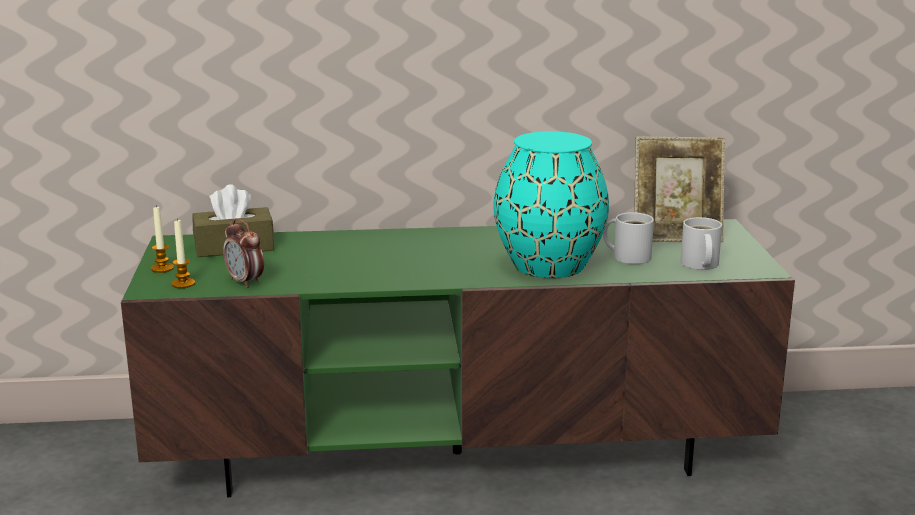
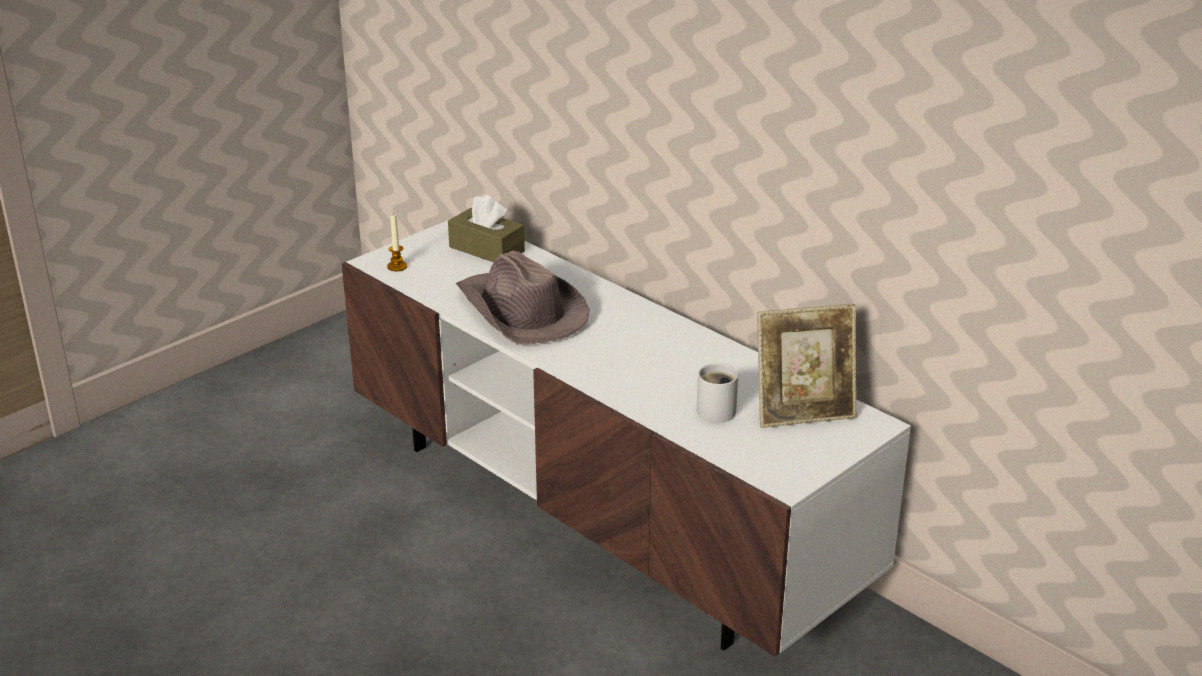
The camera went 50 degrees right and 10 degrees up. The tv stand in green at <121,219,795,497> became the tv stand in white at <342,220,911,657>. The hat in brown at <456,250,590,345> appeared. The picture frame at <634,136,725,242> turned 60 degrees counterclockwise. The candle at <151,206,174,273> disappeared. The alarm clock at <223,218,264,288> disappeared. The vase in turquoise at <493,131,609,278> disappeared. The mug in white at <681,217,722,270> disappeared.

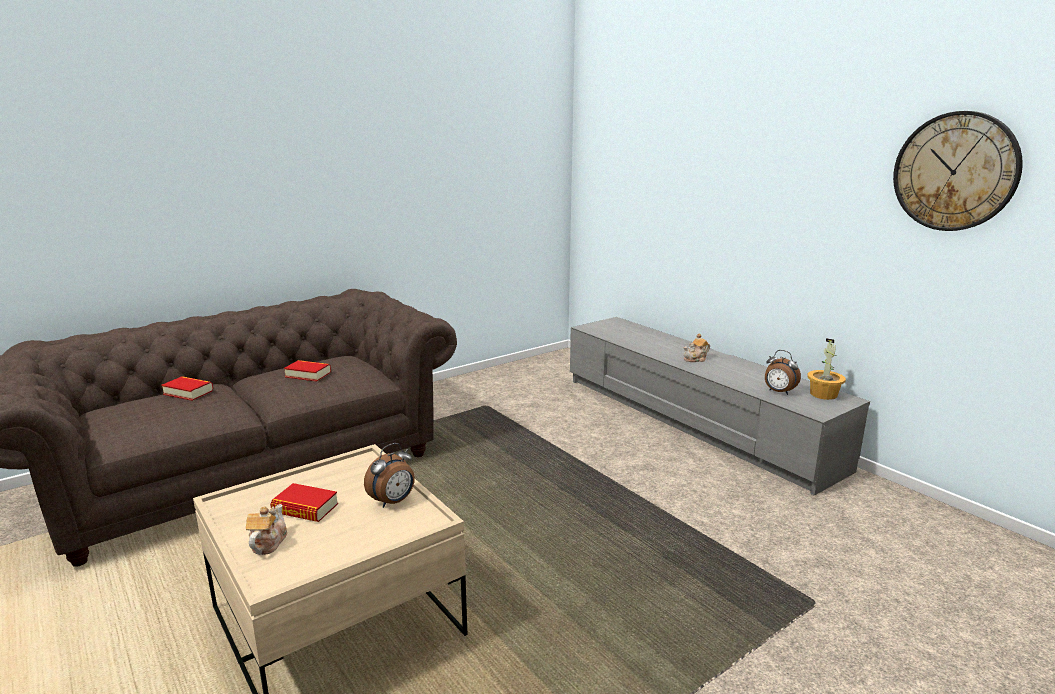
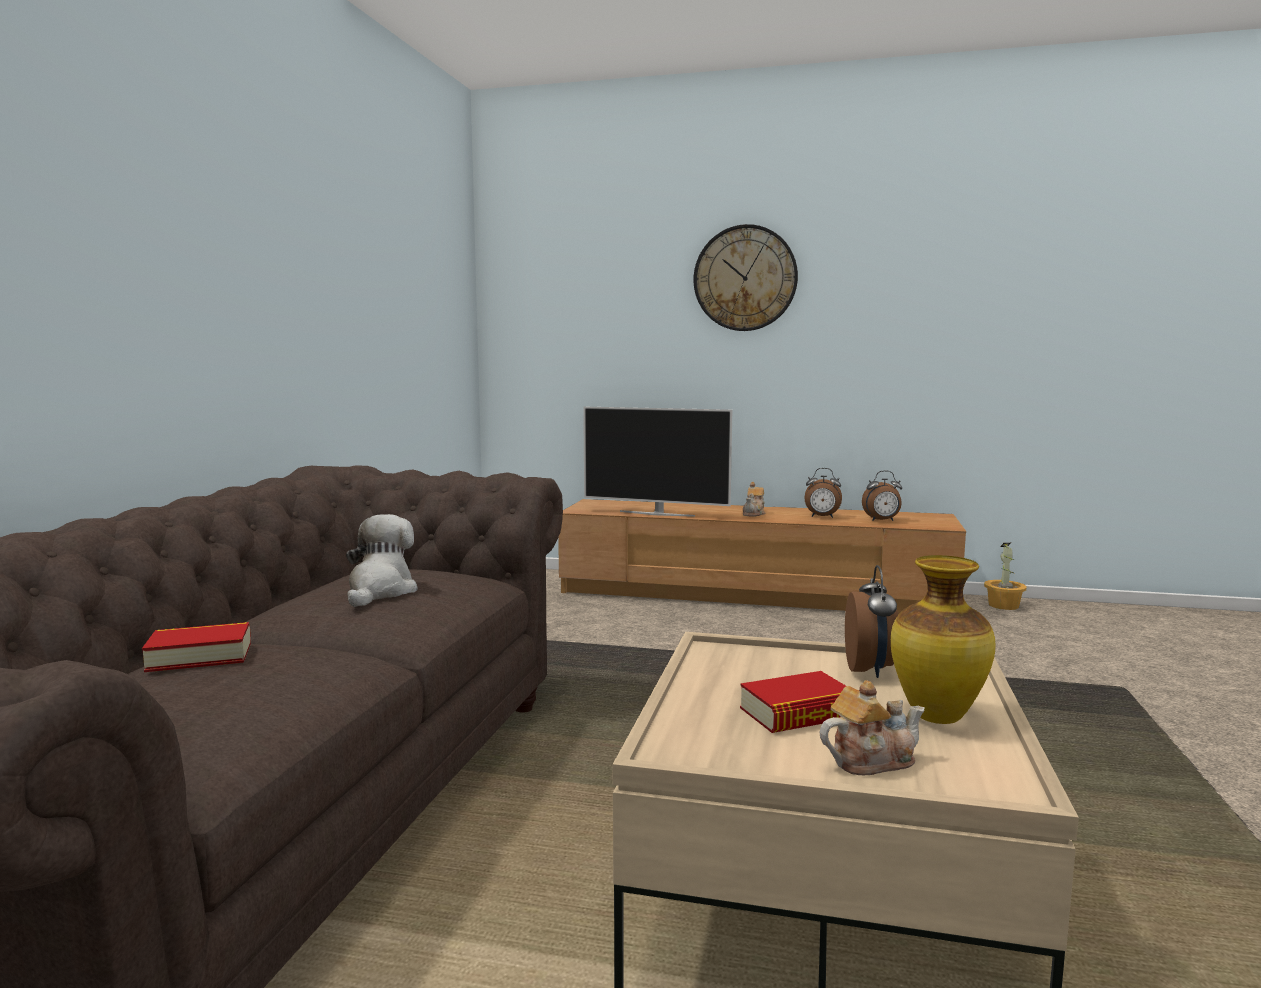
The camera went 40 degrees left and 10 degrees down. The book at <284,360,331,382> was replaced by the plush toy at <346,514,418,607>. The tv stand in grey at <570,317,870,496> became the tv stand in brown at <558,499,966,613>. The television at <583,407,732,517> appeared. The wall clock moved from <893,111,1023,231> to <694,224,798,331>. The alarm clock at <804,468,842,518> appeared. The teapot at <246,504,287,555> turned 105 degrees clockwise. The vase at <891,555,996,724> appeared. The potted plant moved from <807,338,846,400> to <984,543,1027,610>.

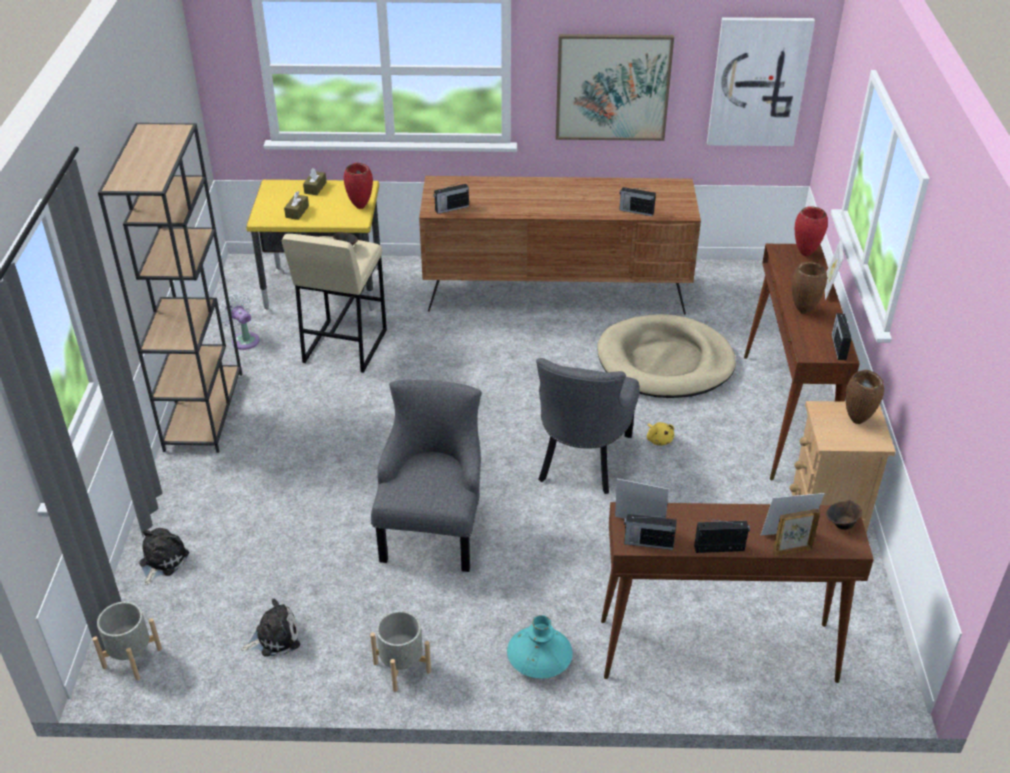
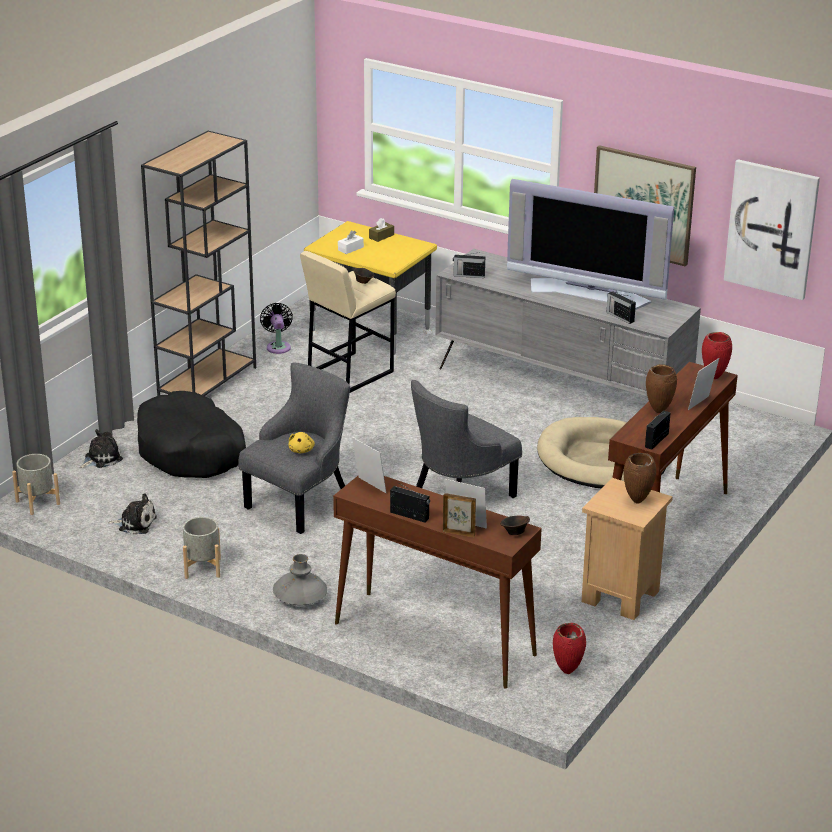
The camera went 30 degrees right and 10 degrees down. The dog bed in black at <137,391,246,478> appeared. The fan in white at <219,293,259,350> became the fan in black at <260,303,293,354>. The vase in turquoise at <507,615,573,678> became the vase in grey at <273,554,327,606>. The plush toy in yellow moved from <647,422,674,446> to <288,432,315,453>. The tissue box in brown at <284,191,309,220> became the tissue box in white at <338,230,364,254>. The tv stand in brown at <419,176,701,315> became the tv stand in grey at <435,249,701,397>. The television at <507,179,674,310> appeared. The vase in red moved from <344,163,373,209> to <553,623,586,674>. The radio at <624,514,677,550> disappeared.

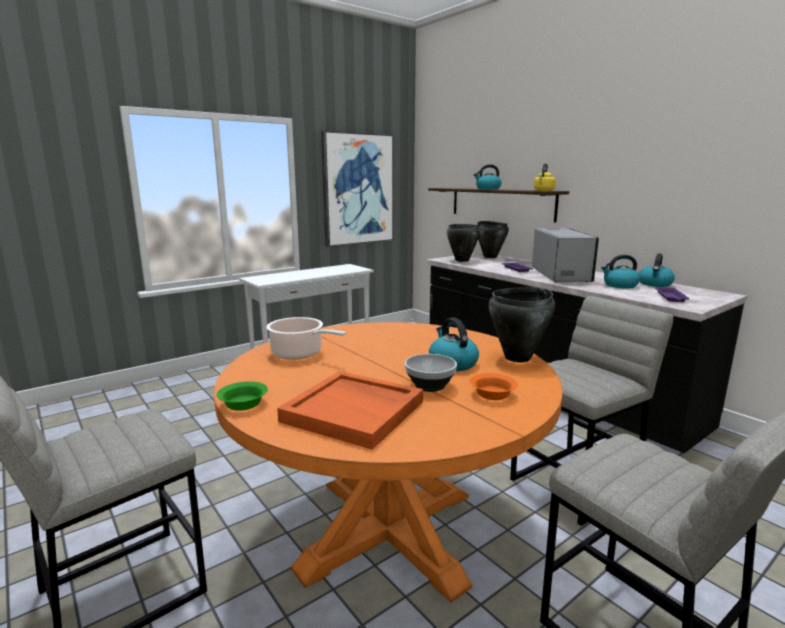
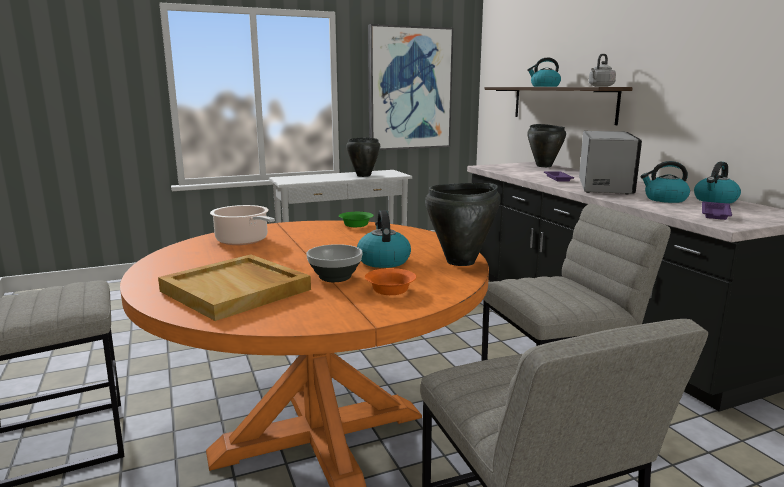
The camera went 15 degrees right and 0 degrees up. The tray in orange at <277,371,423,450> became the tray in beige at <158,254,311,321>. The bowl in green moved from <217,381,268,411> to <339,212,374,227>. The cooking pot in black moved from <447,224,480,262> to <346,137,380,177>. The kettle in yellow at <534,163,556,191> became the kettle in grey at <589,54,616,87>.

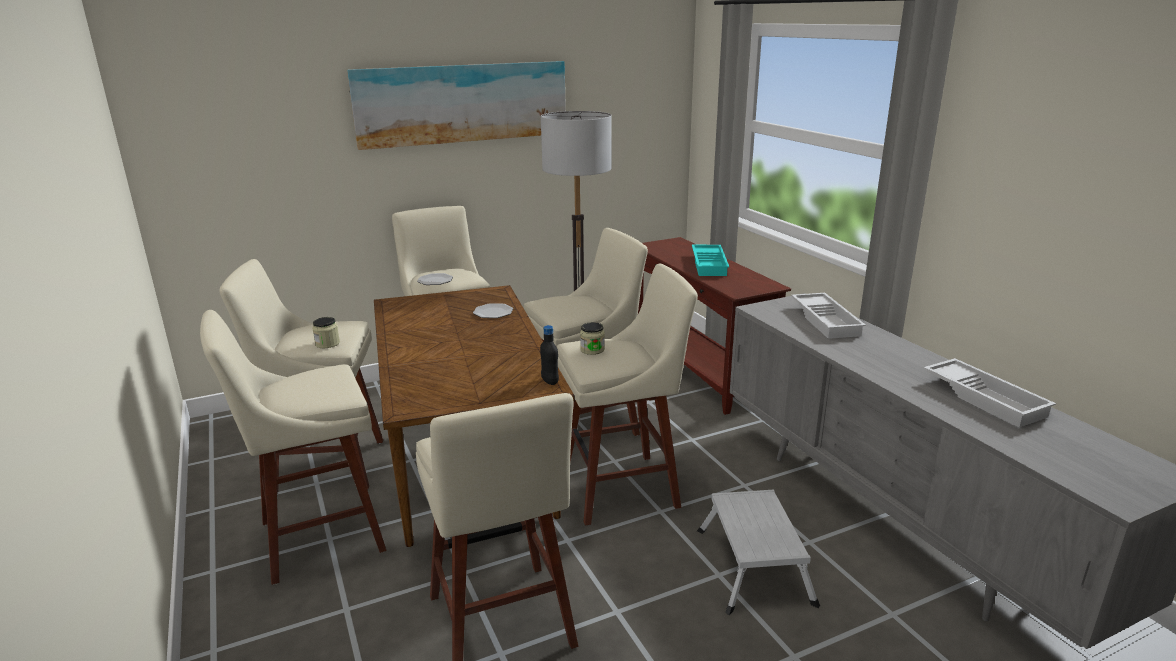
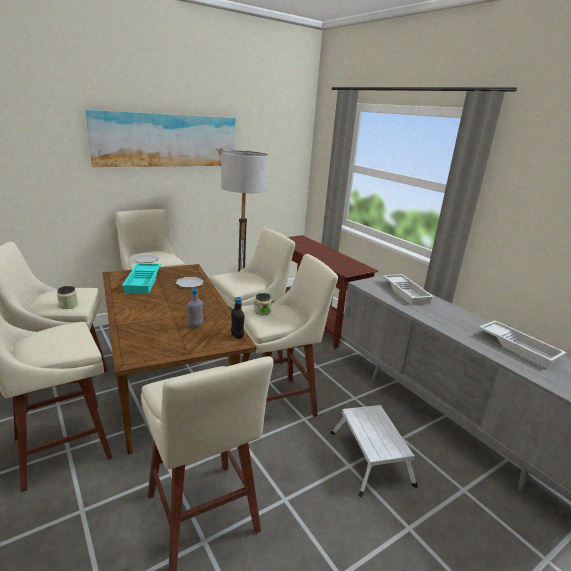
The camera went 10 degrees left and 0 degrees up. The tray in turquoise moved from <692,245,729,276> to <122,263,161,294>. The bottle in grey at <187,288,203,329> appeared.

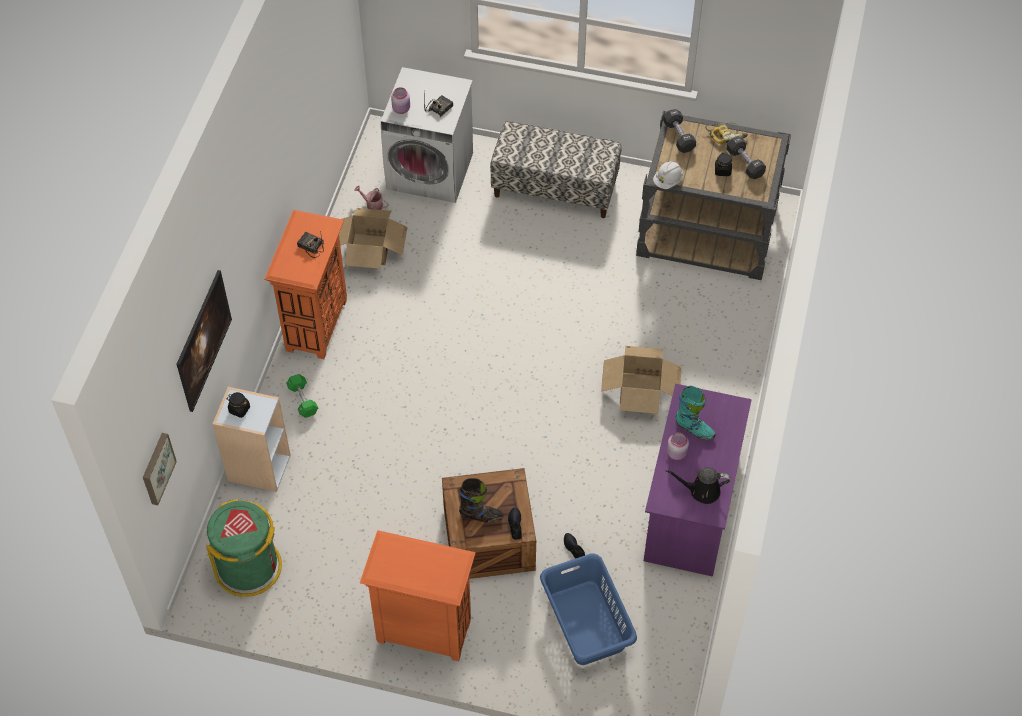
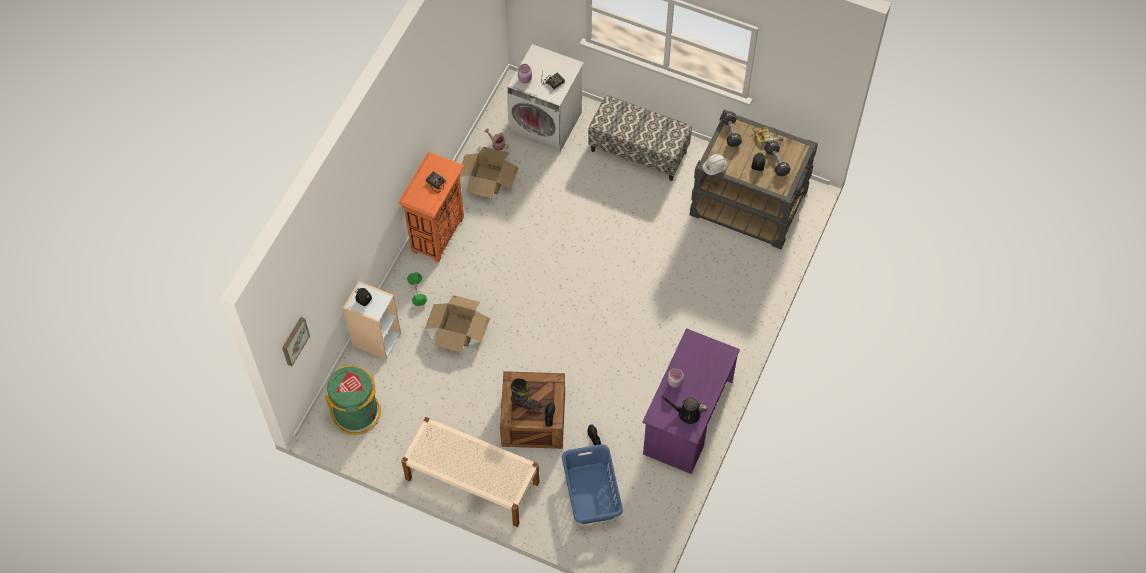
The camera went 10 degrees right and 5 degrees up. The cabinet in orange at <360,530,476,661> was replaced by the bench in beige at <402,417,540,527>. The cardboard box moved from <601,346,682,414> to <425,295,490,352>. The picture at <176,270,232,412> disappeared. The boot in turquoise at <676,386,715,440> disappeared.

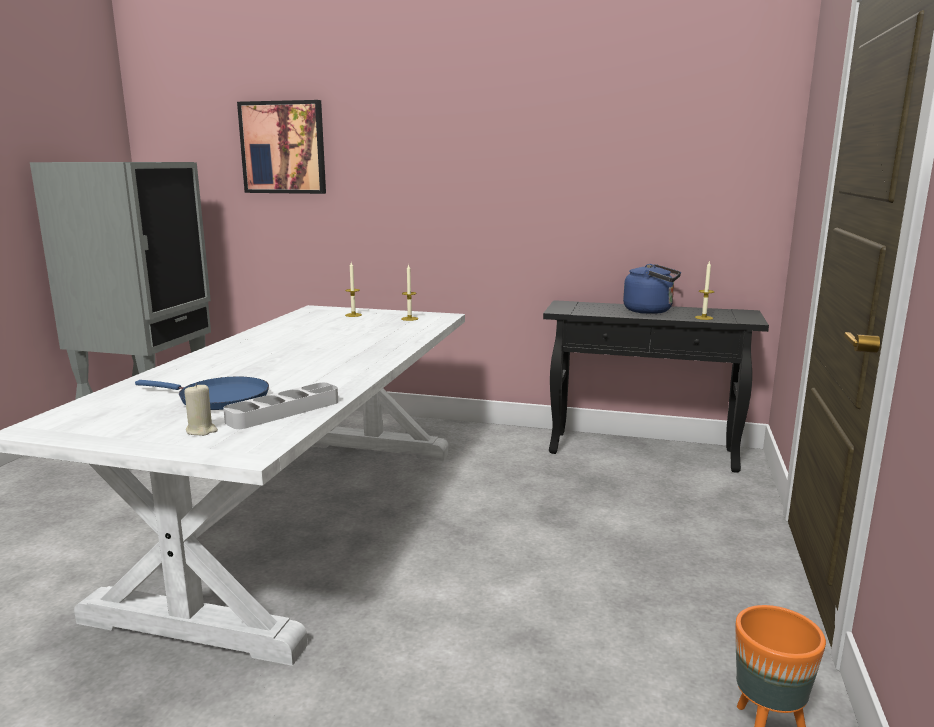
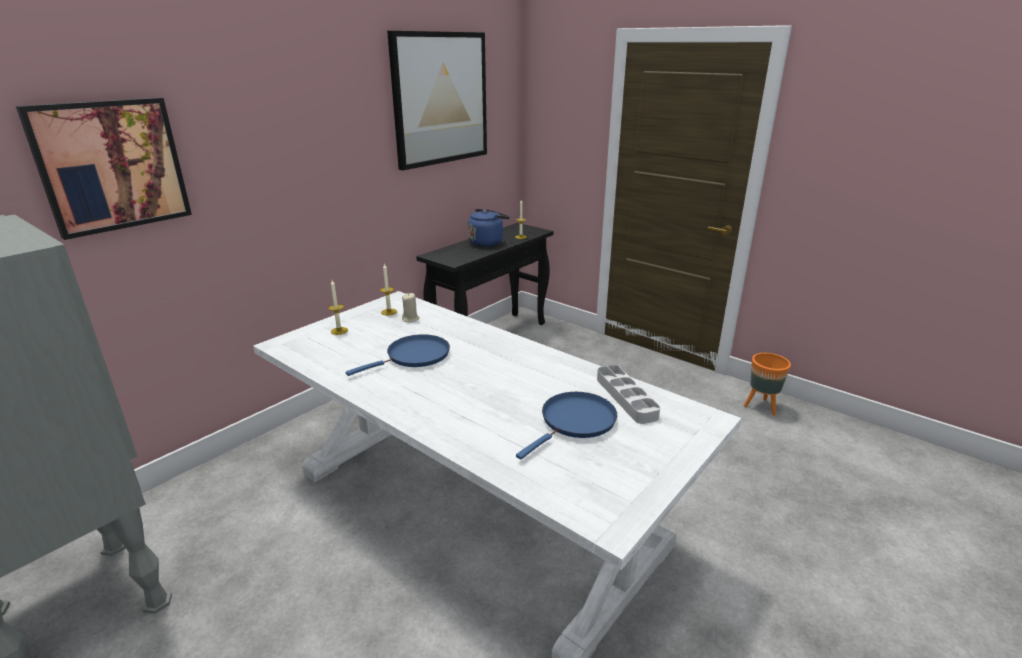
The camera went 65 degrees left and 10 degrees up. The frying pan in blue at <346,334,450,376> appeared. The picture at <387,31,487,170> appeared. The candle in beige moved from <184,383,218,436> to <402,293,420,322>.

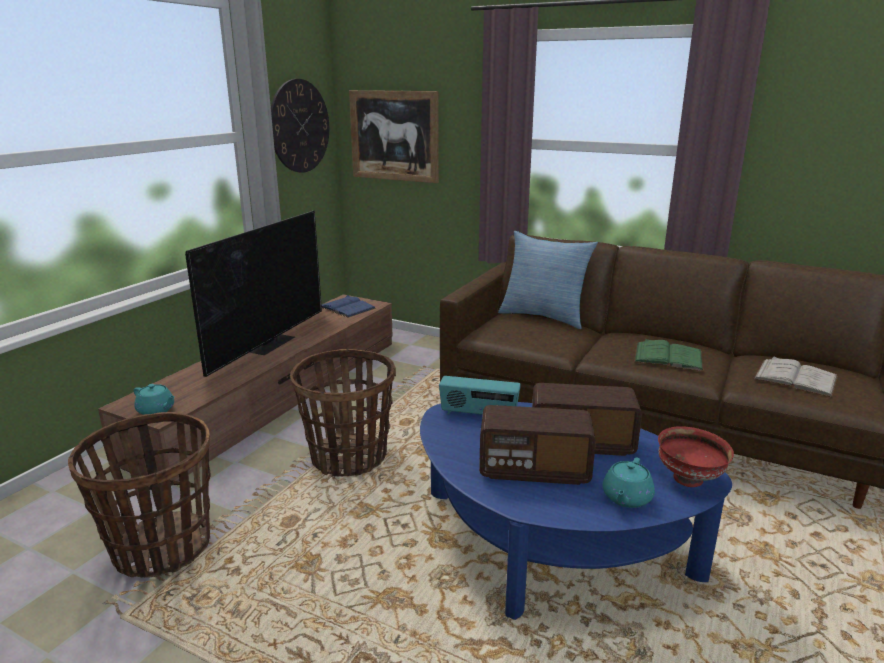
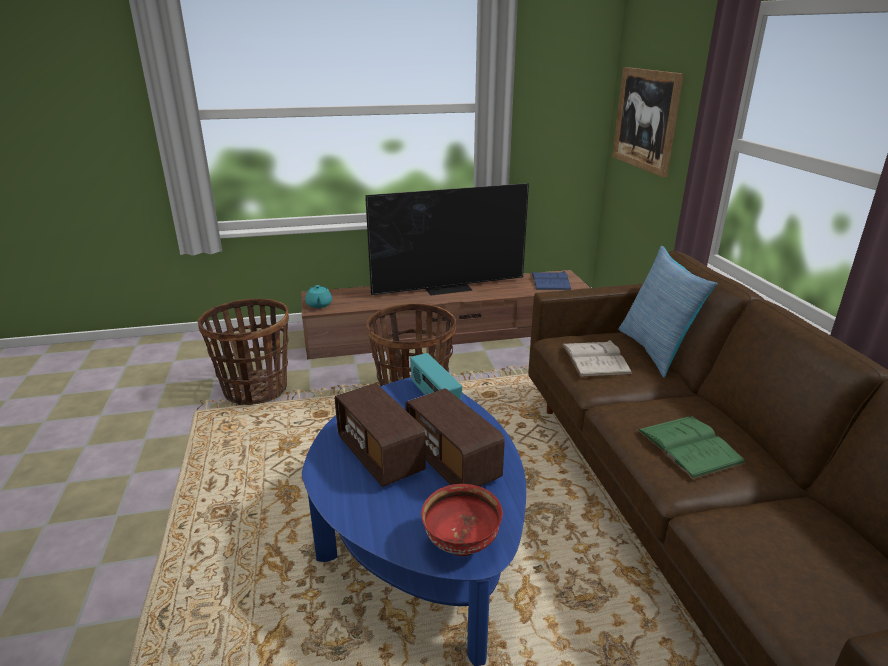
The camera went 50 degrees right and 5 degrees up. The book in white moved from <753,357,838,397> to <562,340,632,377>. The wall clock at <271,79,329,173> disappeared. The teapot in turquoise at <603,458,655,508> disappeared.

